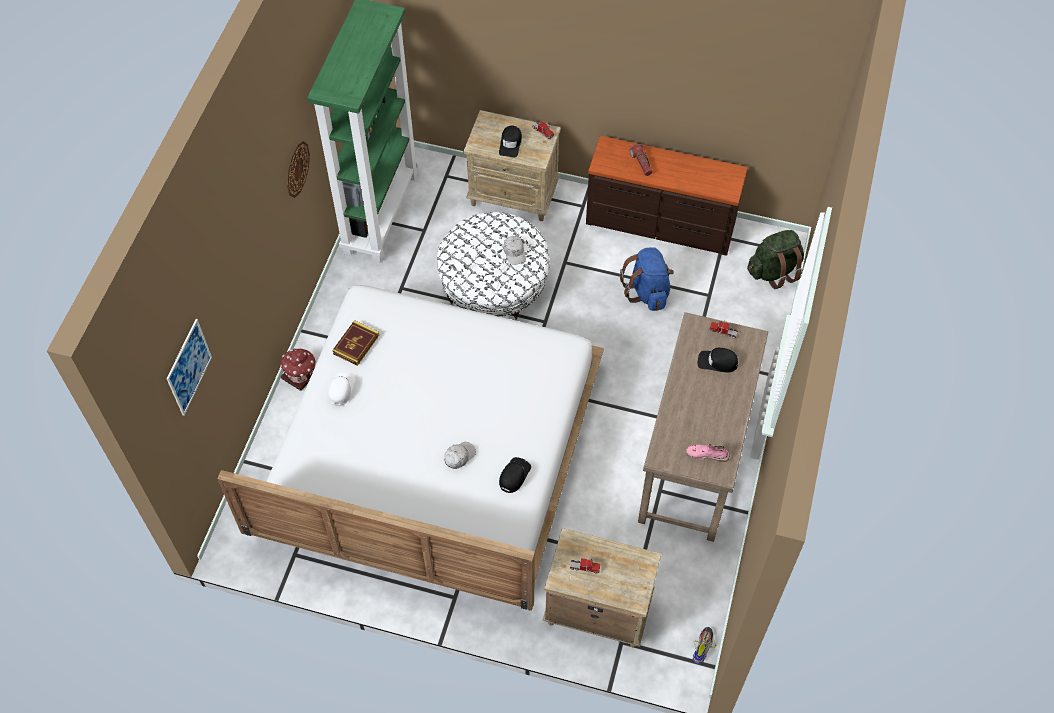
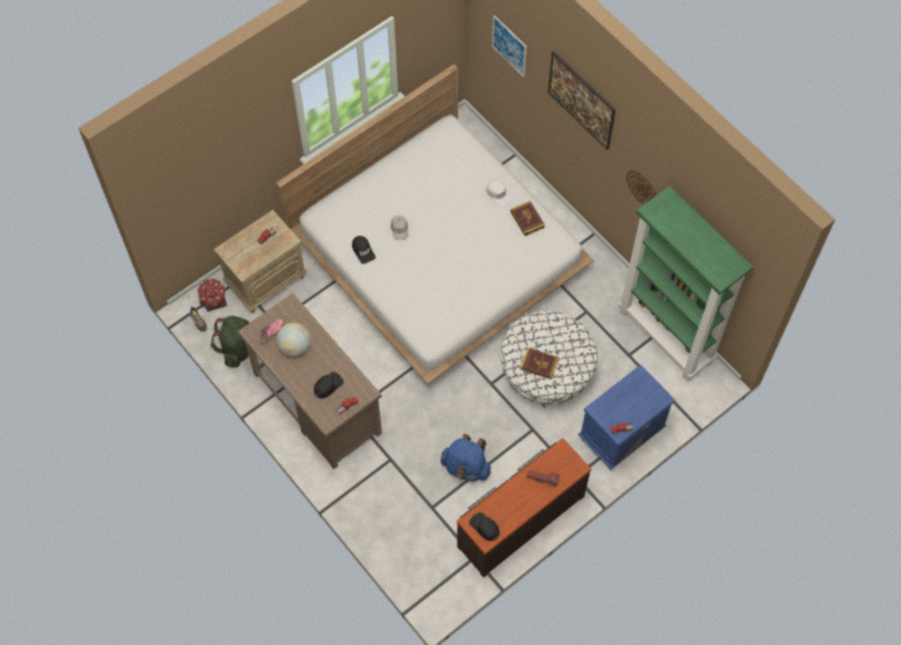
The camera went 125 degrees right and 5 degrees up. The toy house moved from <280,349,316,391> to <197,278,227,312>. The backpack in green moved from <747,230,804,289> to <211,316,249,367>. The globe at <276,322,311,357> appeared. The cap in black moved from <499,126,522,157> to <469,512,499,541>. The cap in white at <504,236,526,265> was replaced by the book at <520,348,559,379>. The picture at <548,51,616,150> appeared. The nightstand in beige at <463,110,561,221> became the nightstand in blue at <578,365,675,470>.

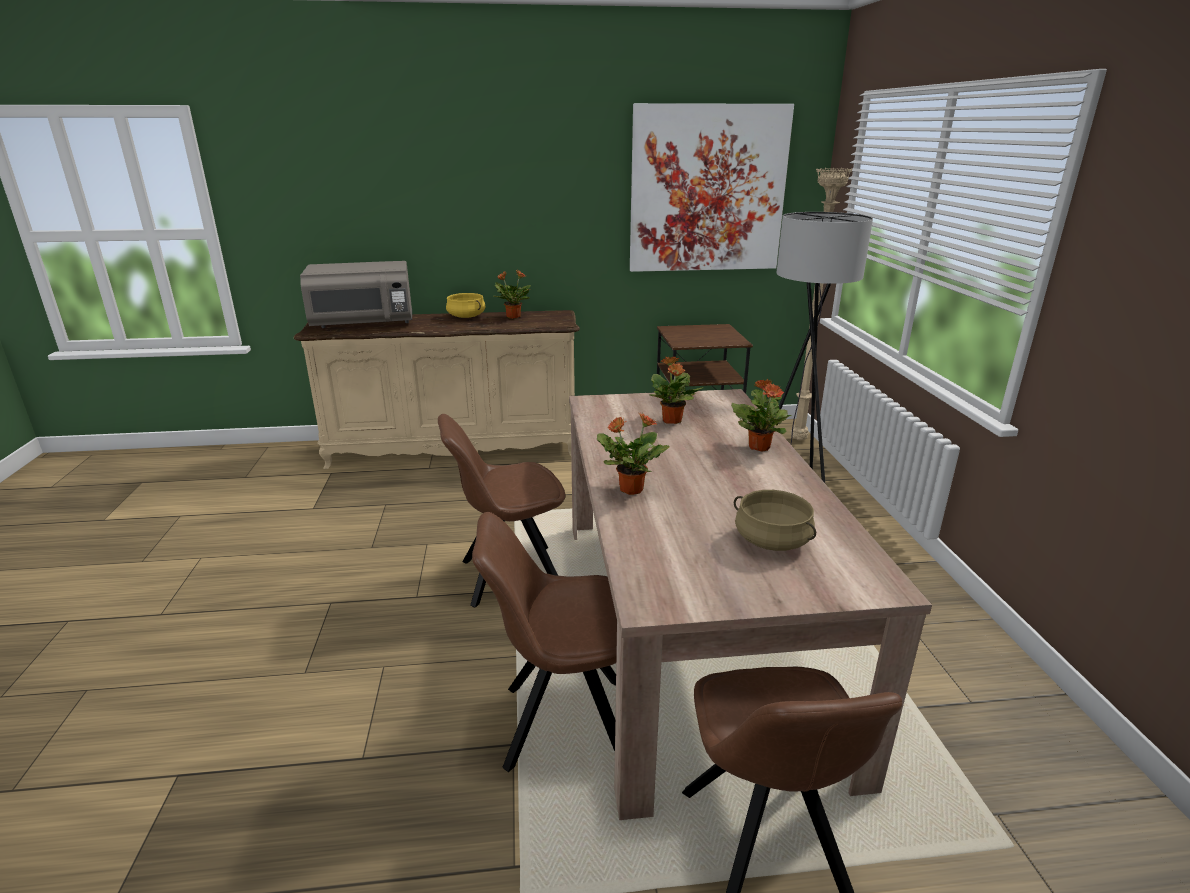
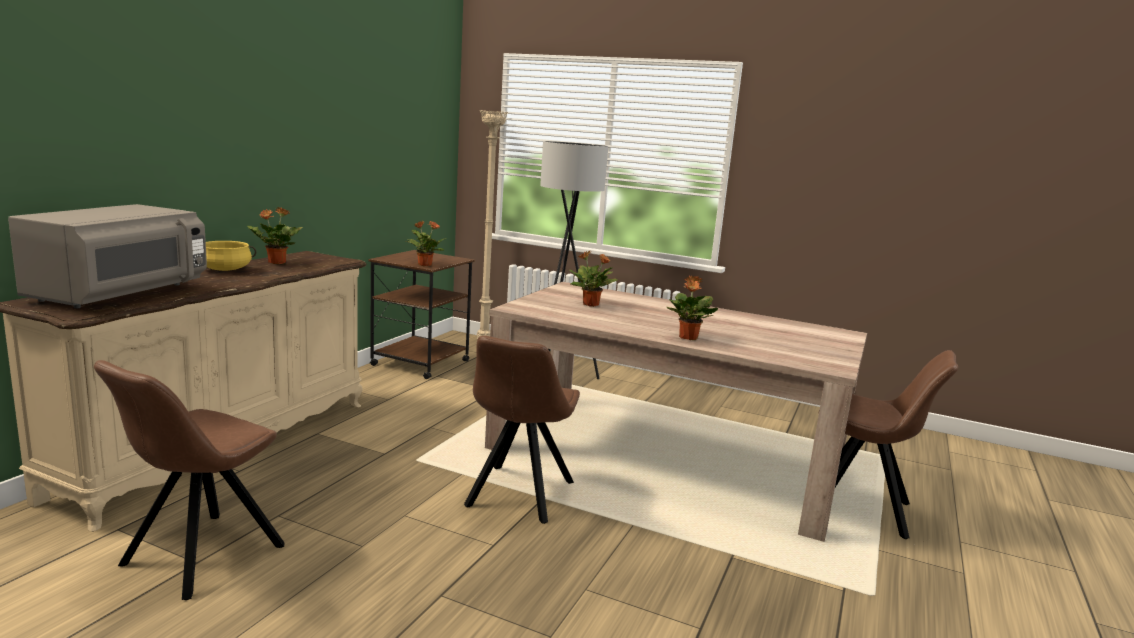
The camera went 60 degrees left and 10 degrees down. The chair in brown moved from <472,512,617,772> to <94,360,285,600>. The potted plant moved from <731,379,792,451> to <406,221,446,266>. The picture at <630,103,794,272> disappeared. The cooking pot in beige at <734,490,816,551> disappeared.

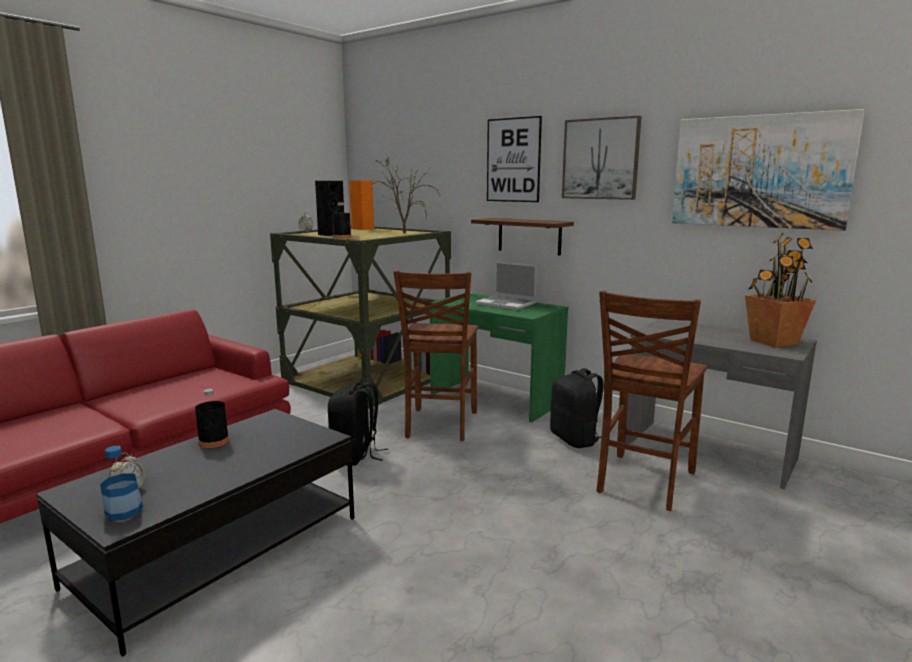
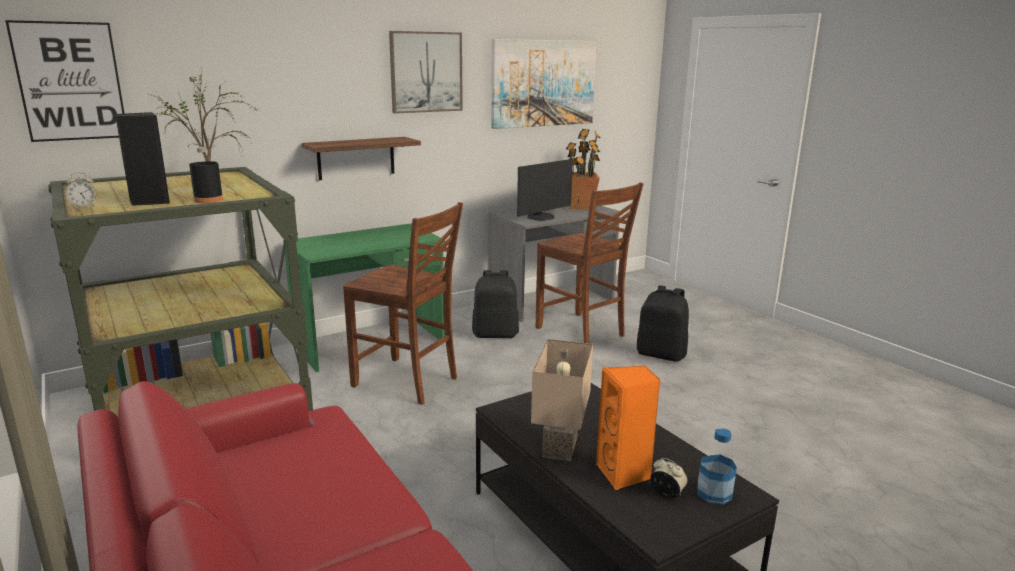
The camera went 70 degrees left and 5 degrees up. The picture moved from <487,116,542,202> to <5,20,125,142>. The monitor at <517,159,573,221> appeared. The bottle in black at <195,389,229,448> was replaced by the table lamp in beige at <531,339,593,461>. The speaker in orange moved from <349,181,374,230> to <596,366,661,490>. The backpack in black moved from <328,382,388,465> to <637,286,689,362>. The laptop at <475,261,537,310> disappeared.

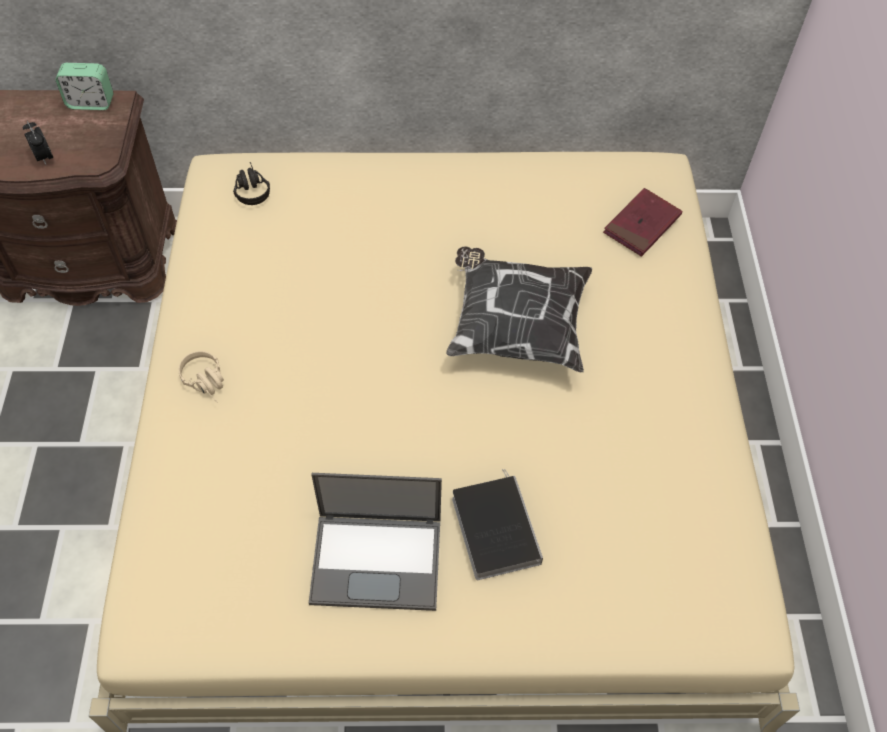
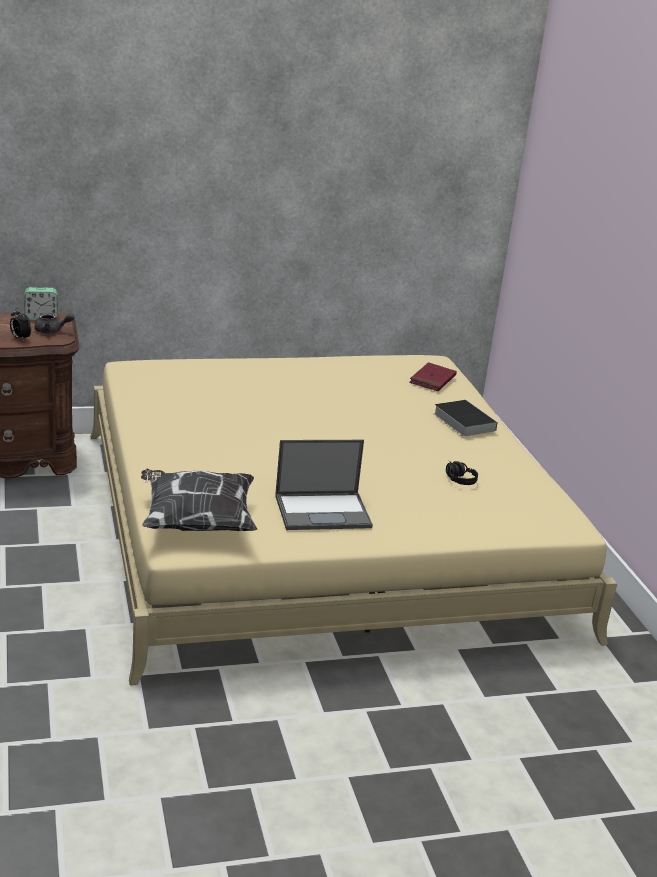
The camera went 15 degrees left and 30 degrees down. The teapot in grey at <35,313,74,333> appeared. The pillow moved from <446,246,592,372> to <141,469,257,531>. The book moved from <452,469,543,580> to <433,400,498,436>. The headphones in black moved from <233,162,270,205> to <446,460,478,485>. The headphones in beige at <179,351,224,403> disappeared.

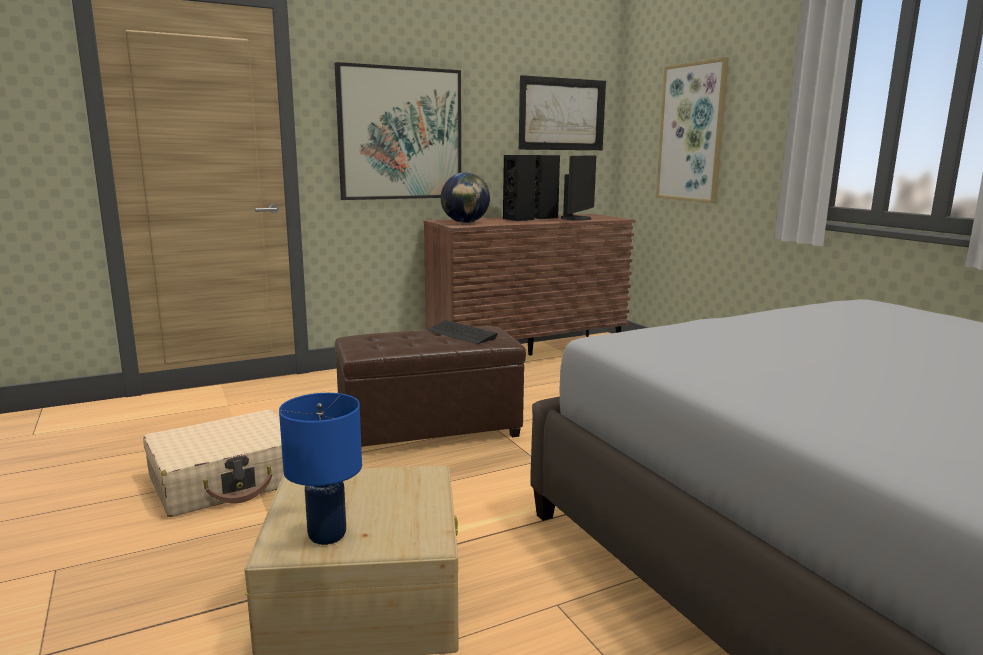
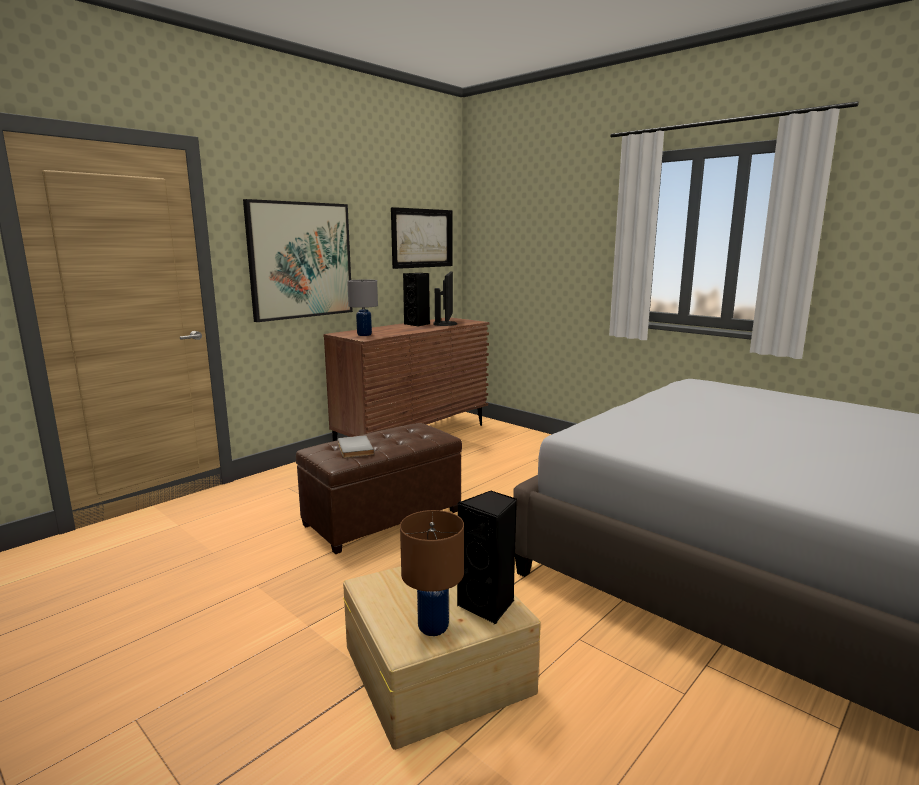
The camera went 20 degrees left and 0 degrees up. The book in grey at <338,435,374,458> appeared. The globe at <441,172,490,223> was replaced by the table lamp in grey at <347,279,378,336>. The table lamp in blue at <279,393,362,545> became the table lamp in brown at <400,510,464,636>. The speaker in black moved from <503,155,536,221> to <457,490,517,624>. The suitcase in beige at <143,410,284,517> disappeared. The keyboard at <428,320,498,344> disappeared. The picture at <656,57,729,203> disappeared.

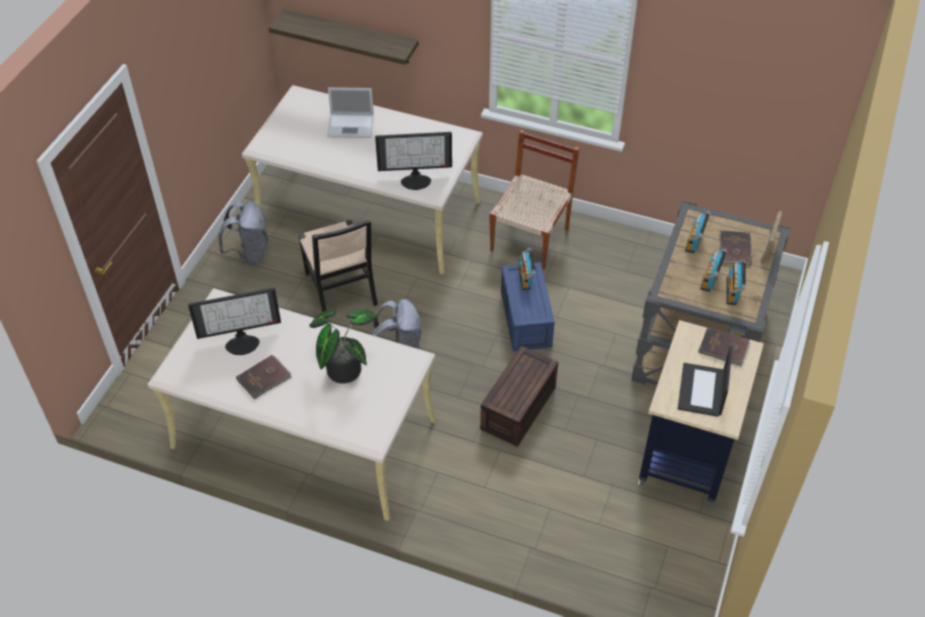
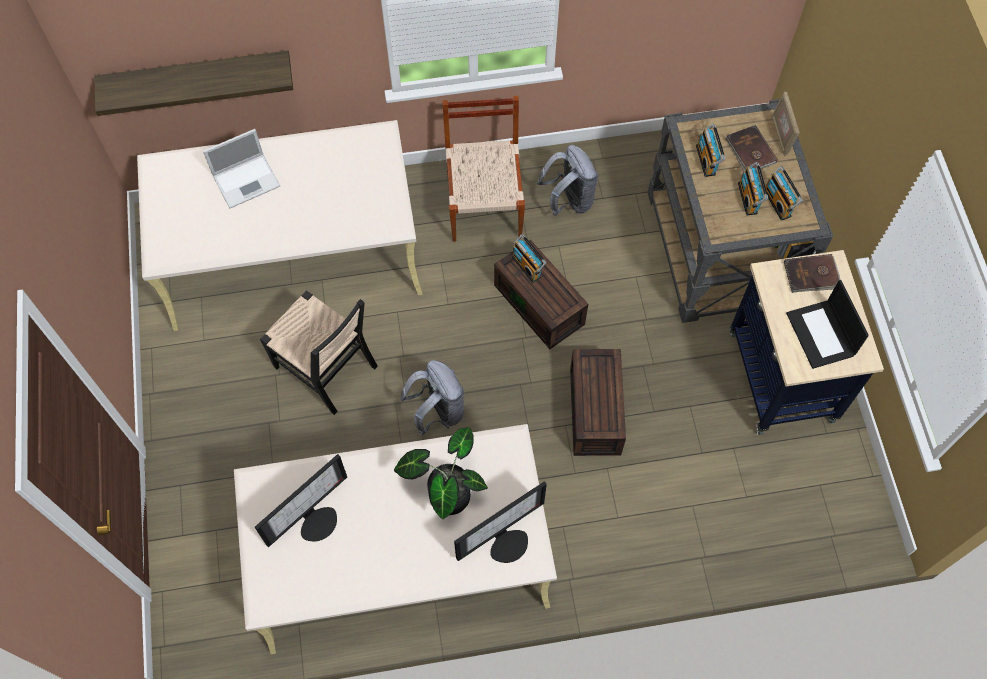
The camera went 30 degrees left and 15 degrees up. The monitor moved from <375,132,452,190> to <454,481,547,563>. The storage box in blue at <501,262,555,351> became the storage box in brown at <494,240,588,349>. The backpack in grey moved from <219,201,268,265> to <537,145,598,216>. The book in brown at <236,355,292,399> disappeared.

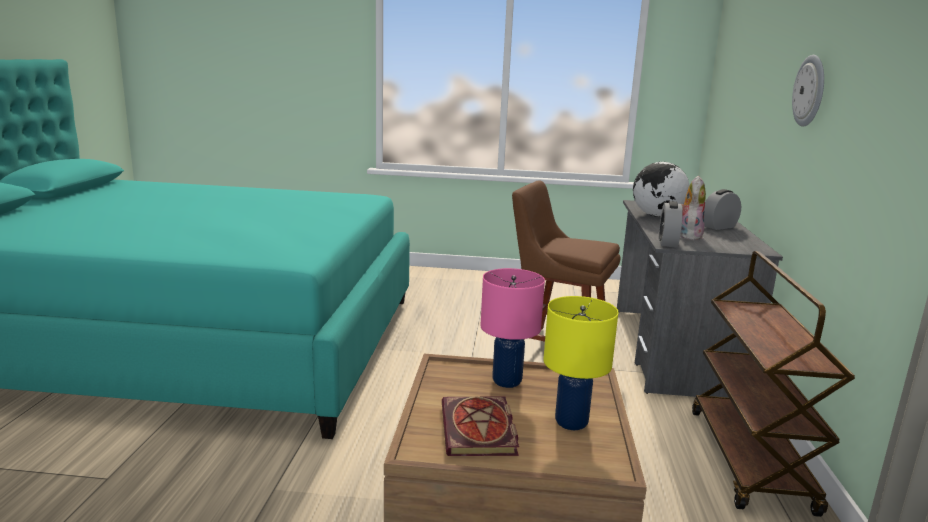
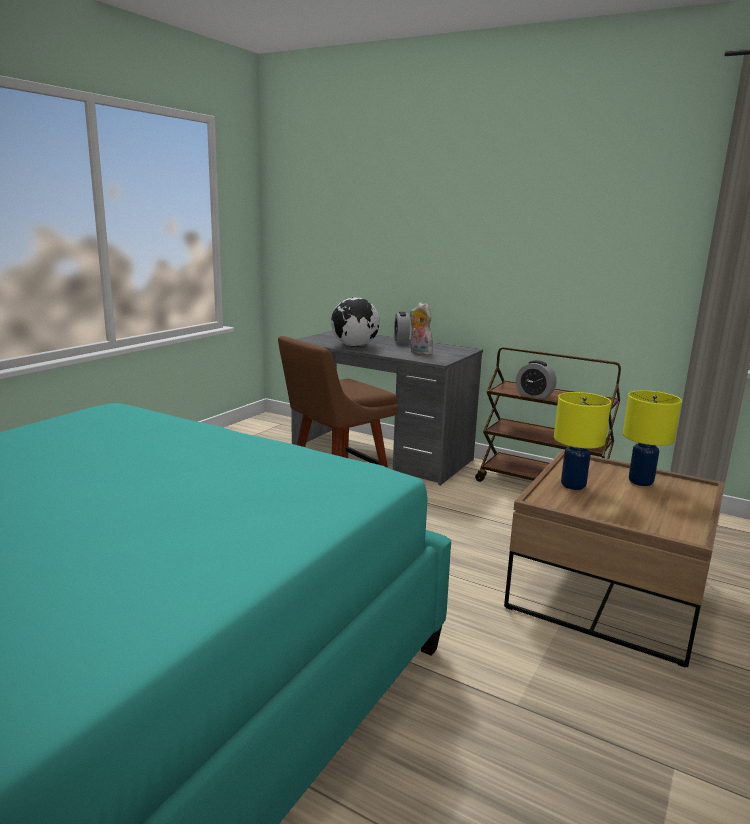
The camera went 65 degrees left and 0 degrees up. The alarm clock moved from <659,201,682,248> to <516,360,557,399>. The table lamp in pink at <481,268,545,388> became the table lamp in yellow at <554,392,611,490>. The book at <442,396,519,456> disappeared. The wall clock at <792,55,824,127> disappeared.

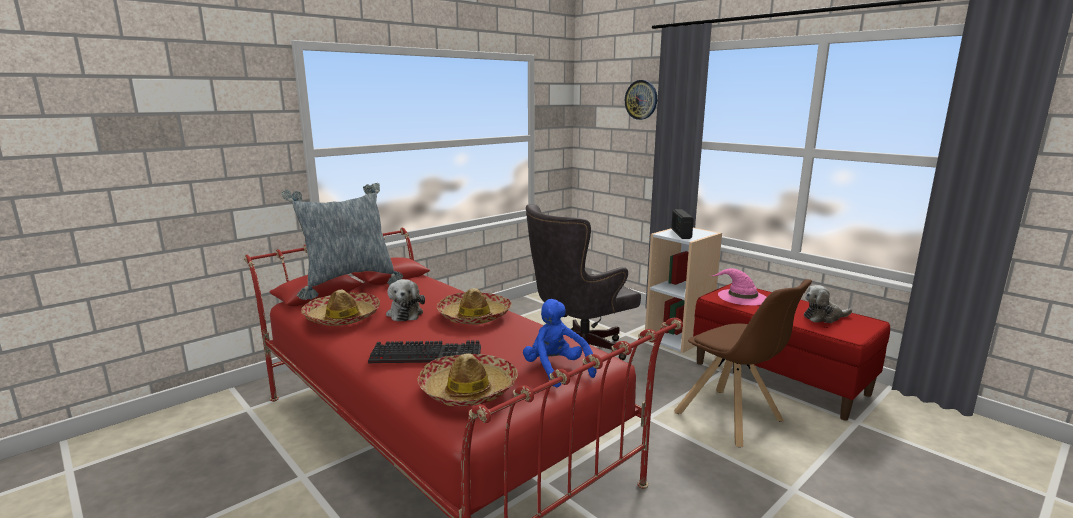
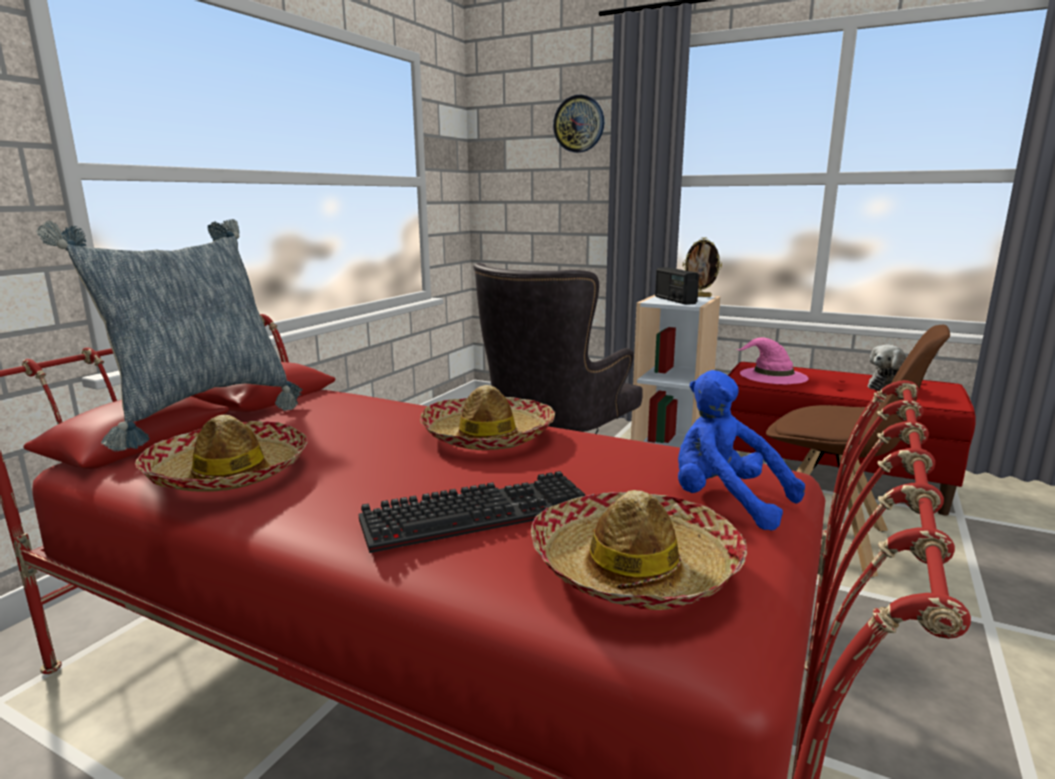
The camera went 20 degrees left and 0 degrees up. The picture frame at <683,237,722,297> appeared. The plush toy at <386,279,425,322> disappeared.

